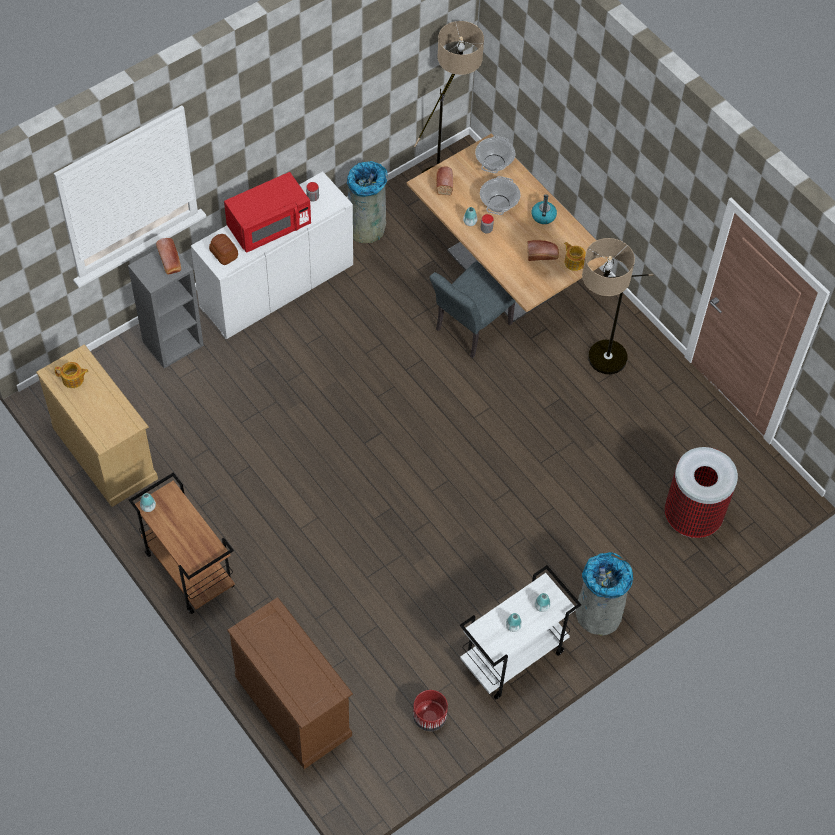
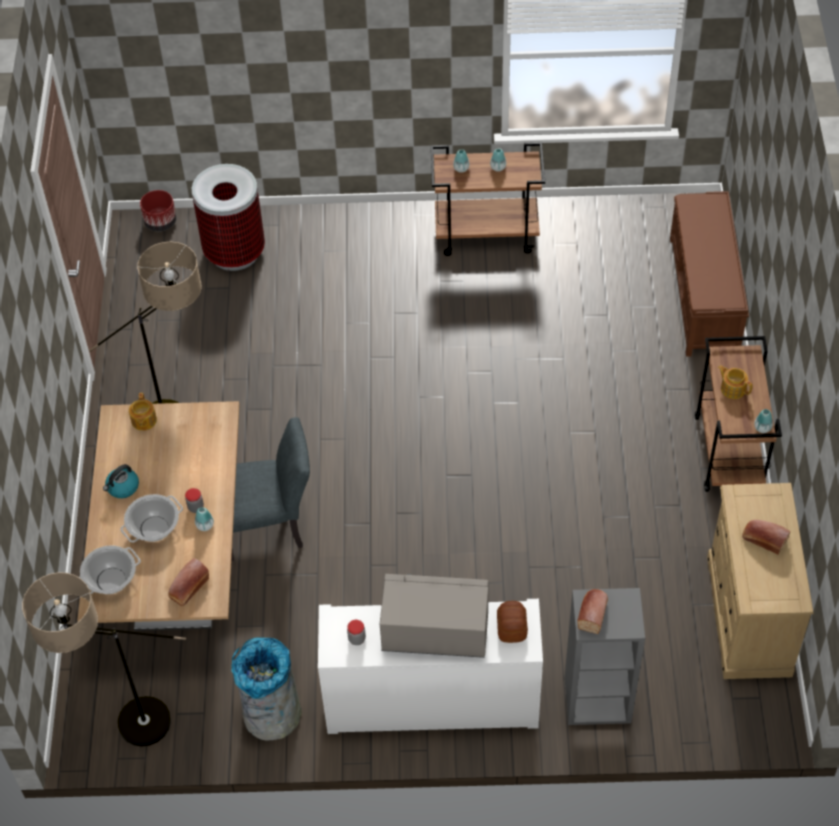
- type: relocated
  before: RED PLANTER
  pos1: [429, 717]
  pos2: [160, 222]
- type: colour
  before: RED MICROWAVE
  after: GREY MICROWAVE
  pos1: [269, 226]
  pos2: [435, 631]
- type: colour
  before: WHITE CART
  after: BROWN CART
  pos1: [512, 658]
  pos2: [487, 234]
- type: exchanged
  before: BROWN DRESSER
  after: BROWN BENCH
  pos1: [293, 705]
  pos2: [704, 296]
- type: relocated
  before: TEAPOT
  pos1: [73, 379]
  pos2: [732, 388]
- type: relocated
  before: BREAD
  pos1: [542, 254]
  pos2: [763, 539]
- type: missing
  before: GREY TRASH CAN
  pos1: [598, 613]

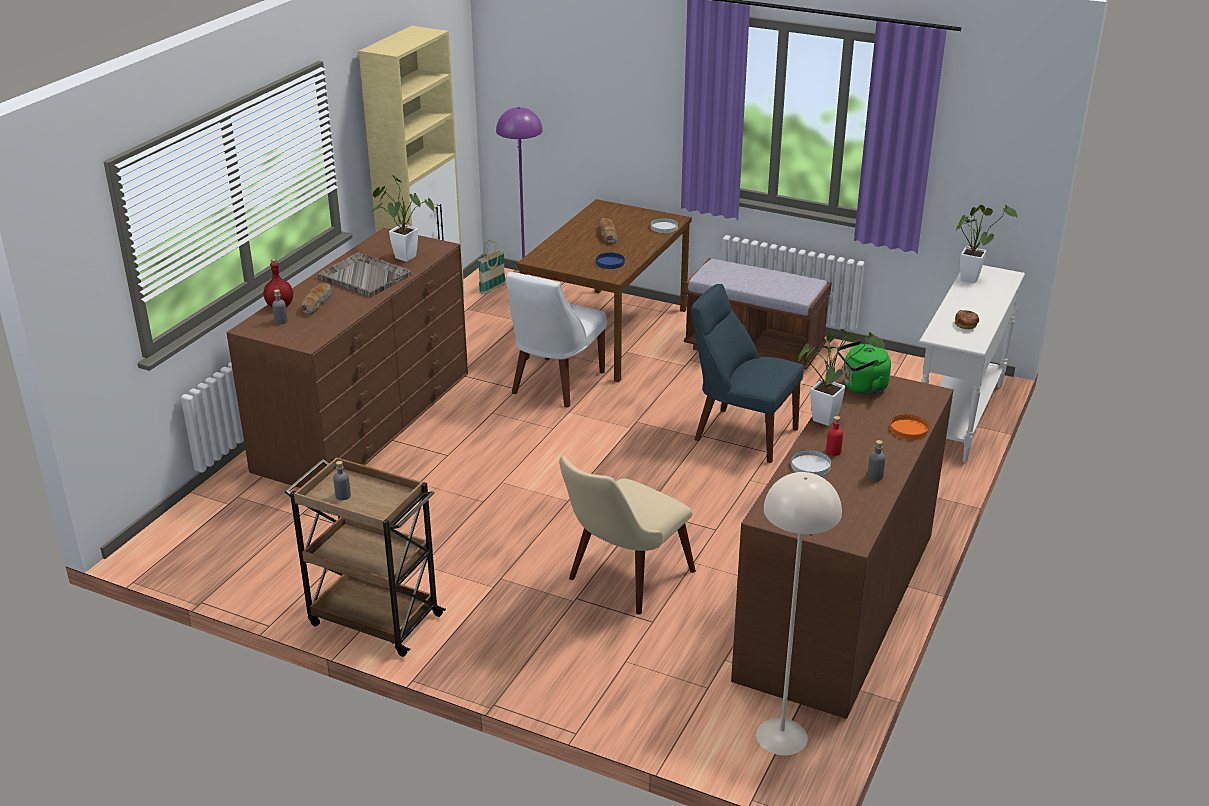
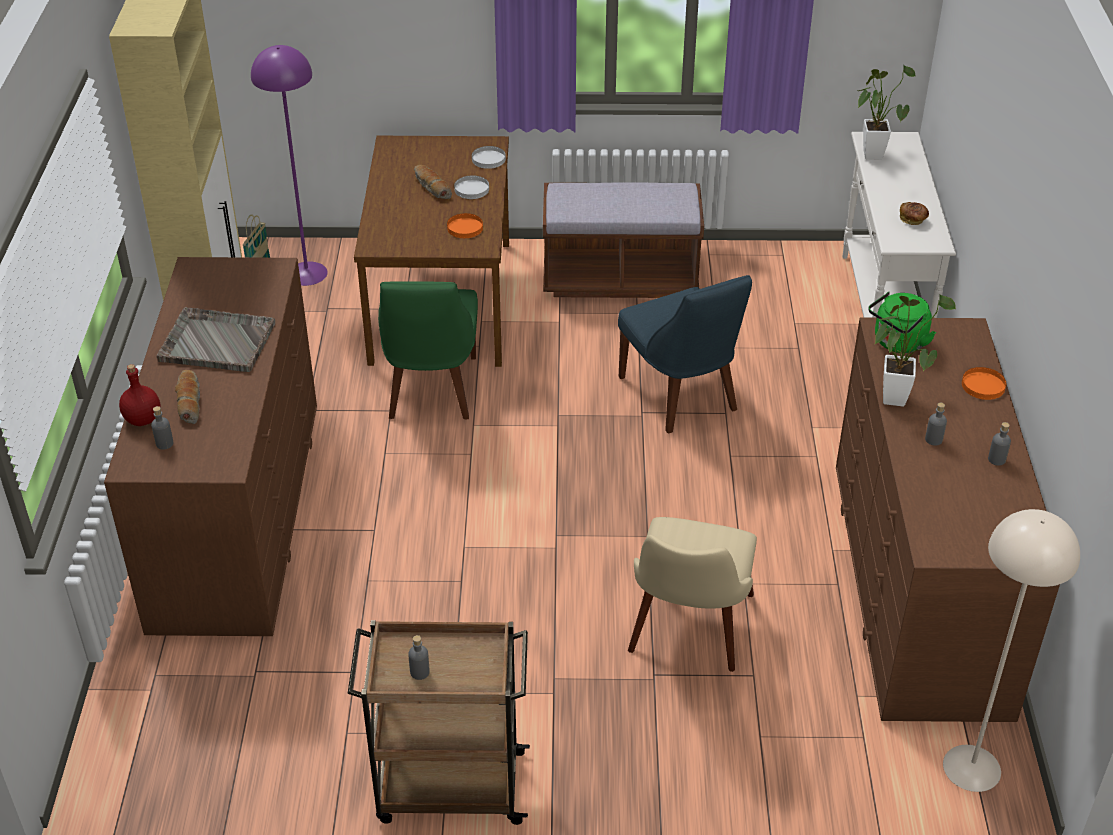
- type: colour
  before: WHITE CHAIR
  after: GREEN CHAIR
  pos1: [555, 384]
  pos2: [431, 391]
- type: colour
  before: BLUE PLATE
  after: ORANGE PLATE
  pos1: [610, 262]
  pos2: [465, 228]
- type: relocated
  before: WHITE PLATE
  pos1: [810, 466]
  pos2: [471, 189]
- type: spun
  before: BLUE CHAIR
  pos1: [741, 433]
  pos2: [681, 396]
  turn: -120
- type: colour
  before: RED BOTTLE
  after: GREY BOTTLE
  pos1: [833, 451]
  pos2: [933, 439]
- type: missing
  before: POTTED PLANT
  pos1: [402, 256]

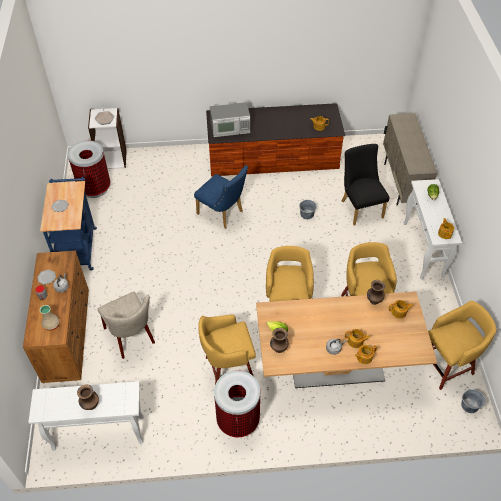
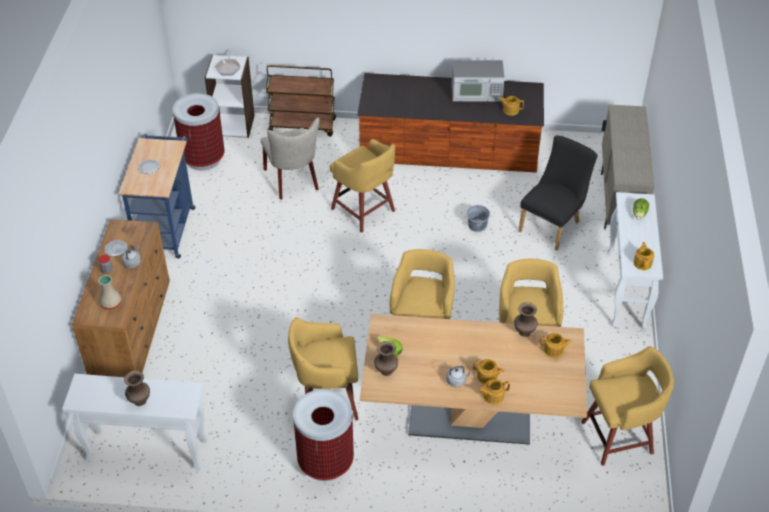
- type: relocated
  before: BEIGE CHAIR
  pos1: [131, 337]
  pos2: [293, 181]
- type: appeared
  after: BROWN CART
  pos2: [302, 126]
- type: exchanged
  before: BLUE CHAIR
  after: YELLOW STOOL
  pos1: [223, 214]
  pos2: [364, 211]
- type: relocated
  before: MICROWAVE
  pos1: [230, 128]
  pos2: [477, 93]
- type: spun
  before: BLACK CHAIR
  pos1: [360, 207]
  pos2: [553, 225]
  turn: 45
- type: missing
  before: GREY BUCKET
  pos1: [469, 405]

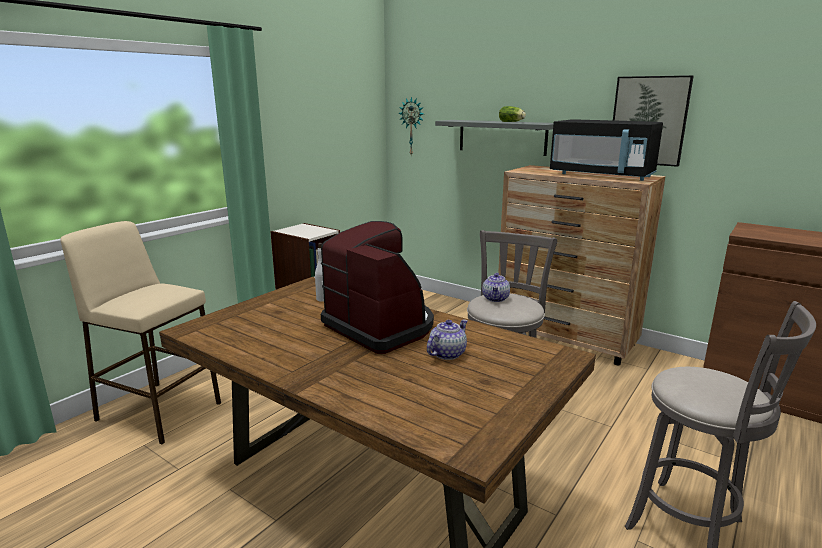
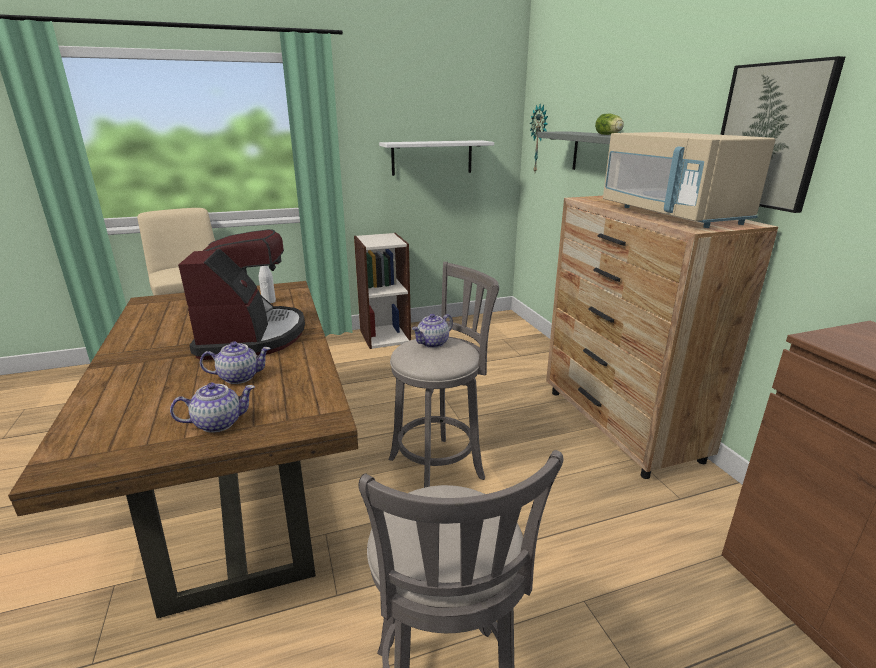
- type: appeared
  after: TEAPOT
  pos2: [219, 423]
- type: appeared
  after: WHITE SHELF
  pos2: [432, 157]
- type: colour
  before: BLACK MICROWAVE
  after: BEIGE MICROWAVE
  pos1: [602, 175]
  pos2: [671, 215]

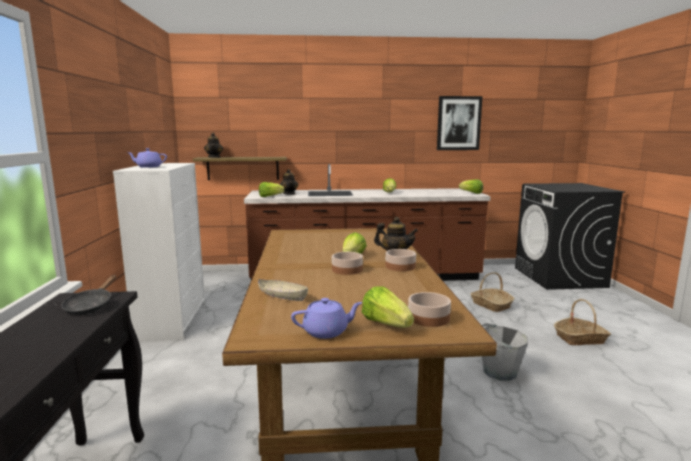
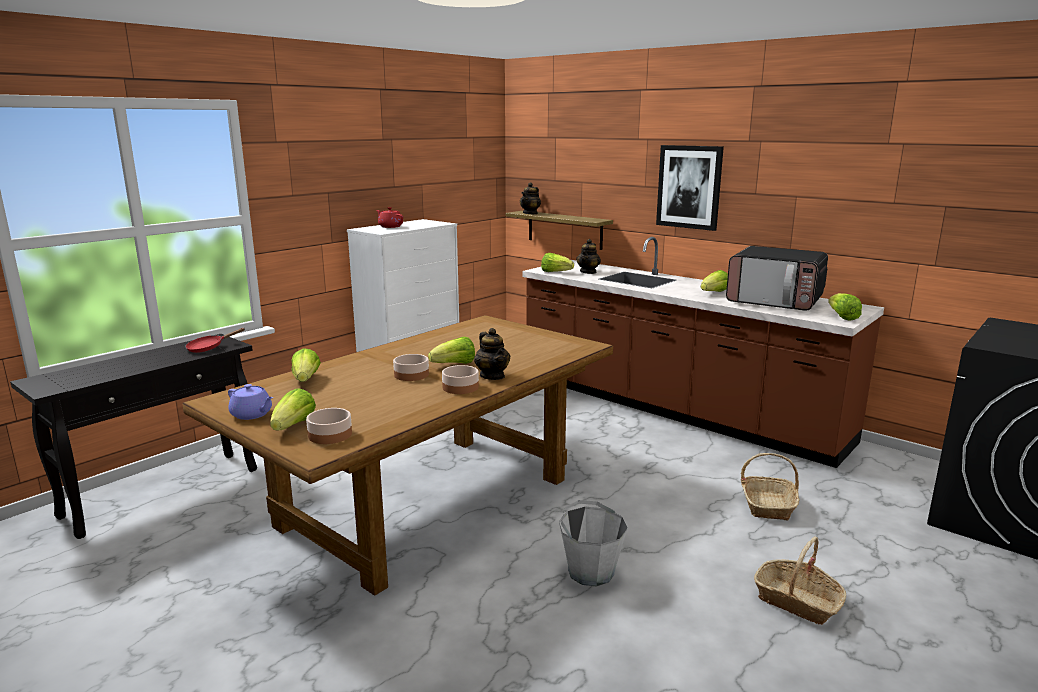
- type: colour
  before: BLACK FRYING PAN
  after: RED FRYING PAN
  pos1: [91, 306]
  pos2: [209, 348]
- type: exchanged
  before: BEIGE BOWL
  after: LETTUCE
  pos1: [282, 296]
  pos2: [306, 380]
- type: colour
  before: PURPLE TEAPOT
  after: RED TEAPOT
  pos1: [148, 167]
  pos2: [390, 226]
- type: relocated
  before: PICTURE
  pos1: [458, 123]
  pos2: [689, 187]
- type: appeared
  after: MICROWAVE
  pos2: [775, 301]

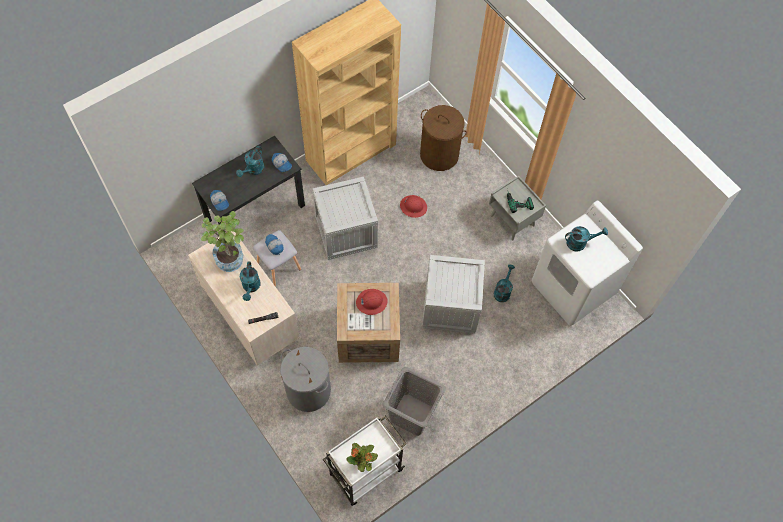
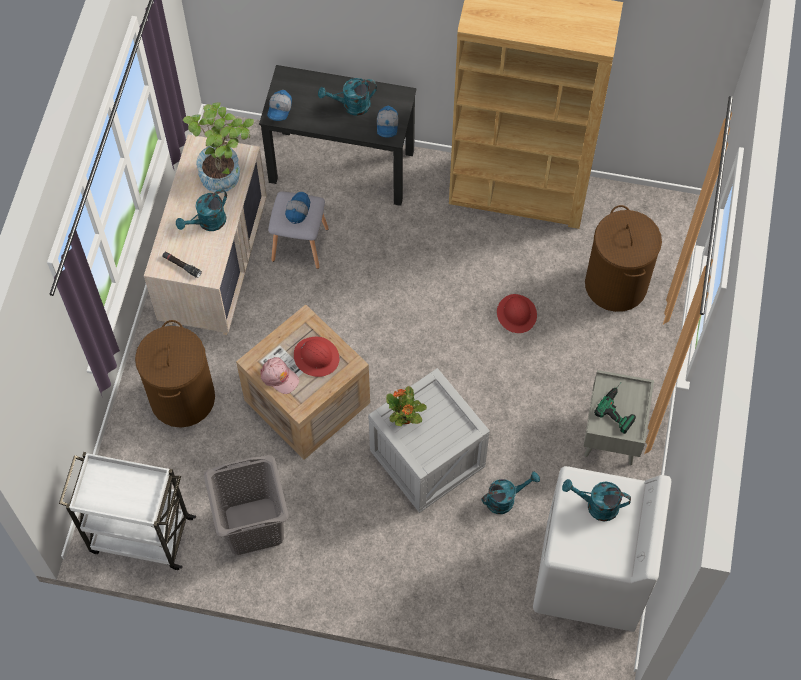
- type: colour
  before: GREY LAUNDRY BASKET
  after: BROWN LAUNDRY BASKET
  pos1: [308, 390]
  pos2: [182, 398]
- type: appeared
  after: PINK CAP
  pos2: [279, 377]
- type: relocated
  before: POTTED PLANT
  pos1: [362, 461]
  pos2: [405, 419]
- type: spun
  before: TURQUOISE WATERING CAN
  pos1: [580, 242]
  pos2: [596, 506]
  turn: 150
- type: missing
  before: CRATE
  pos1: [346, 232]

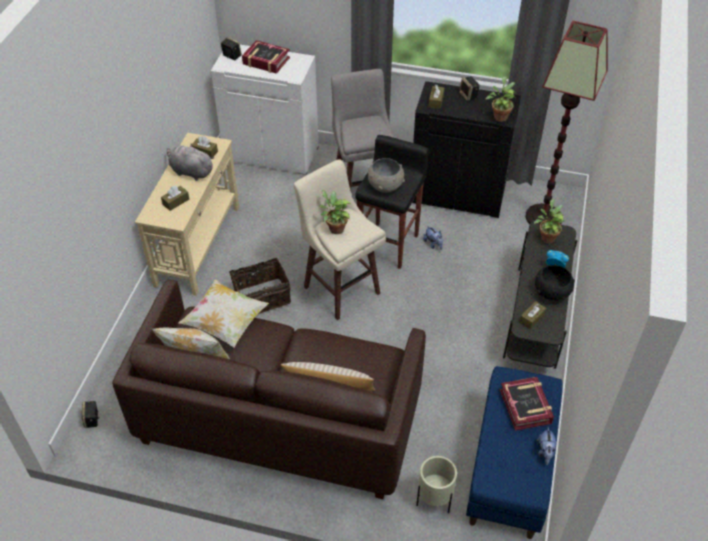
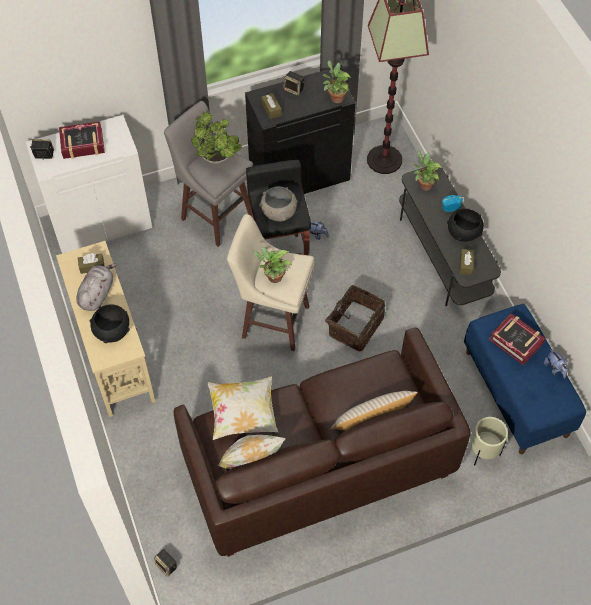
- type: spun
  before: GREY PLUSH TOY
  pos1: [190, 171]
  pos2: [97, 293]
  turn: 120
- type: exchanged
  before: BROWN TISSUE BOX
  after: BLACK BOWL
  pos1: [176, 202]
  pos2: [112, 331]
- type: appeared
  after: POTTED PLANT
  pos2: [218, 159]
- type: relocated
  before: BASKET
  pos1: [261, 297]
  pos2: [354, 325]

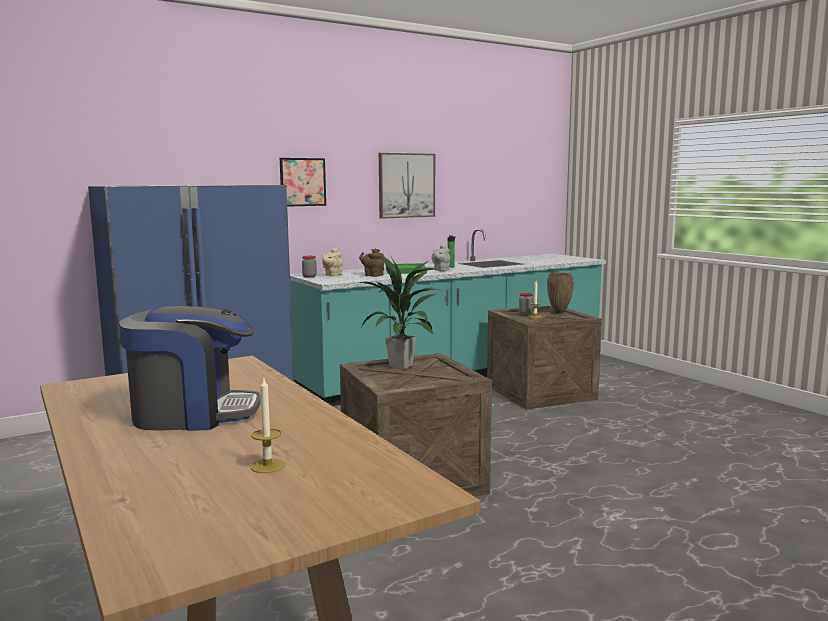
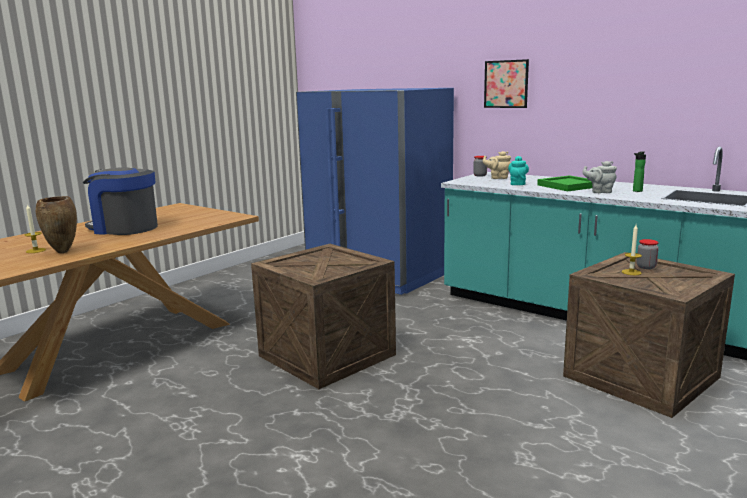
- type: relocated
  before: BROWN VASE
  pos1: [559, 313]
  pos2: [63, 252]
- type: spun
  before: COFFEE MACHINE
  pos1: [193, 414]
  pos2: [124, 228]
  turn: 135
- type: colour
  before: BROWN TEAPOT
  after: TURQUOISE TEAPOT
  pos1: [372, 275]
  pos2: [518, 183]
- type: missing
  before: POTTED PLANT
  pos1: [401, 366]
- type: missing
  before: PICTURE
  pos1: [406, 185]

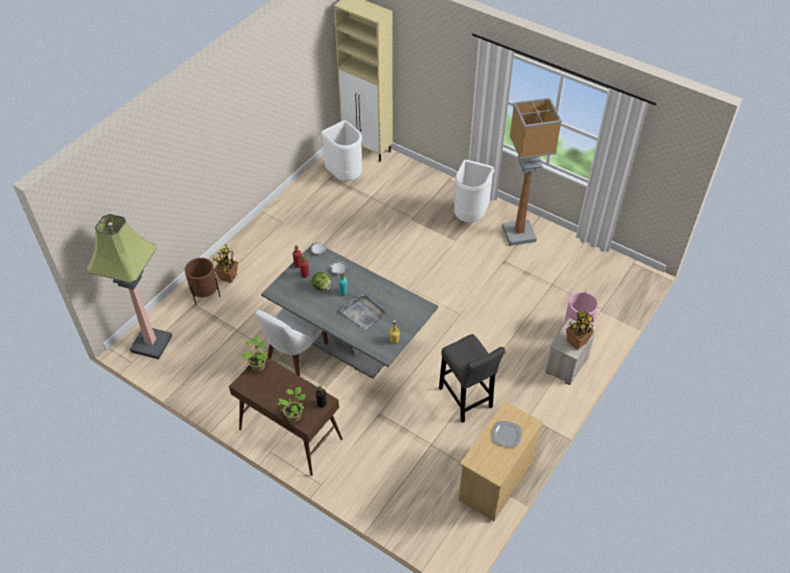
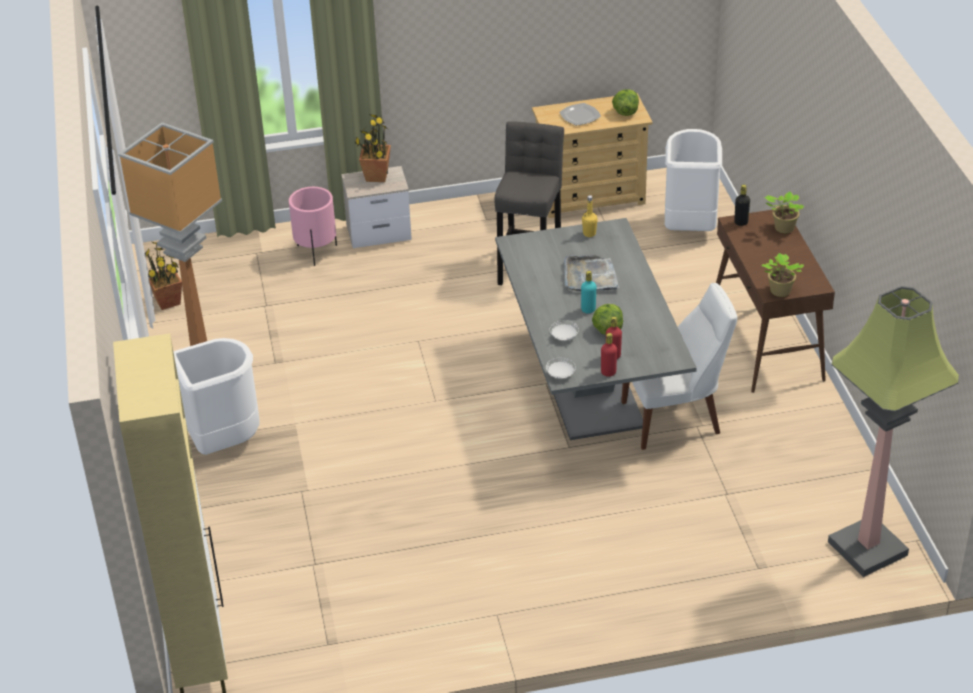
- type: relocated
  before: POTTED PLANT
  pos1: [228, 277]
  pos2: [168, 301]
- type: appeared
  after: LETTUCE
  pos2: [625, 112]
- type: relocated
  before: WHITE TRASH CAN
  pos1: [345, 175]
  pos2: [689, 227]
- type: missing
  before: BROWN PLANTER
  pos1: [205, 295]

